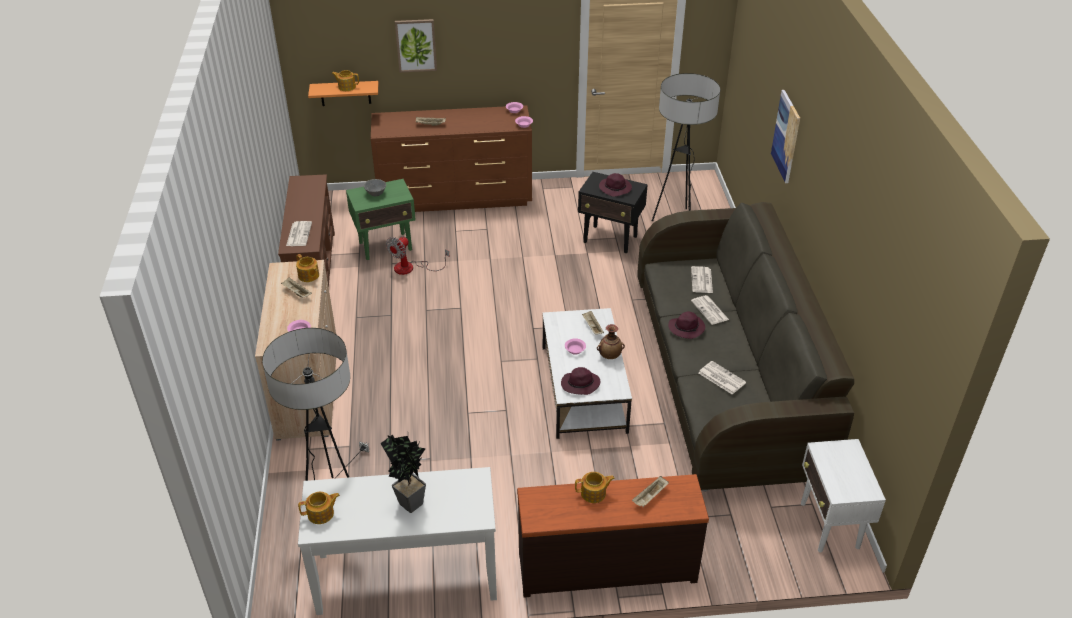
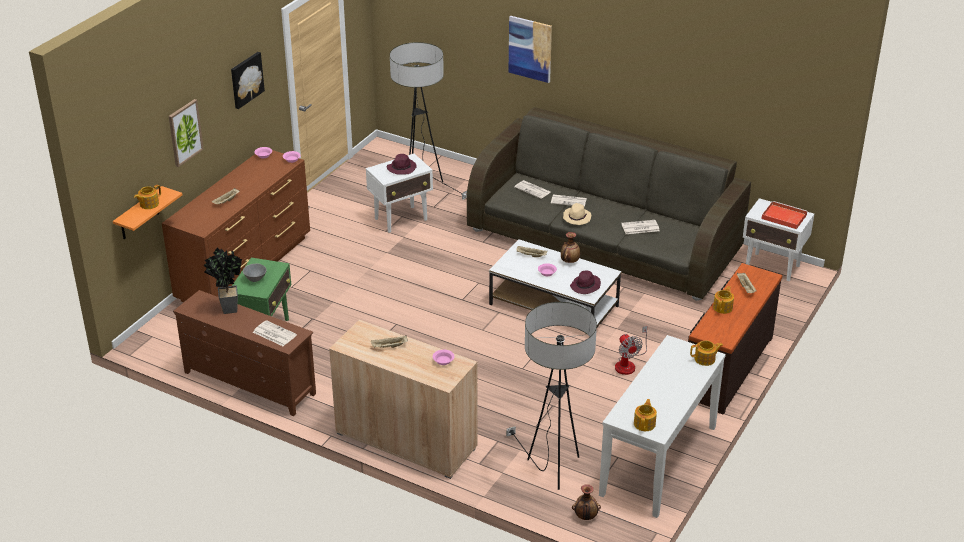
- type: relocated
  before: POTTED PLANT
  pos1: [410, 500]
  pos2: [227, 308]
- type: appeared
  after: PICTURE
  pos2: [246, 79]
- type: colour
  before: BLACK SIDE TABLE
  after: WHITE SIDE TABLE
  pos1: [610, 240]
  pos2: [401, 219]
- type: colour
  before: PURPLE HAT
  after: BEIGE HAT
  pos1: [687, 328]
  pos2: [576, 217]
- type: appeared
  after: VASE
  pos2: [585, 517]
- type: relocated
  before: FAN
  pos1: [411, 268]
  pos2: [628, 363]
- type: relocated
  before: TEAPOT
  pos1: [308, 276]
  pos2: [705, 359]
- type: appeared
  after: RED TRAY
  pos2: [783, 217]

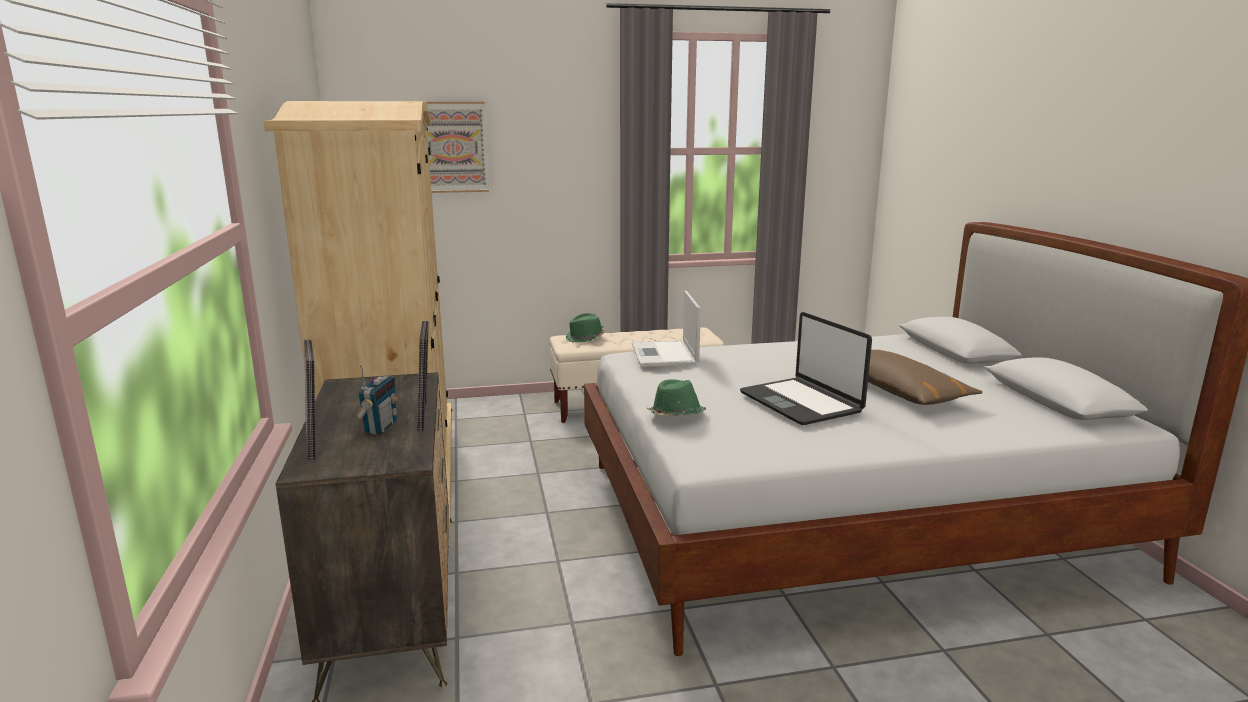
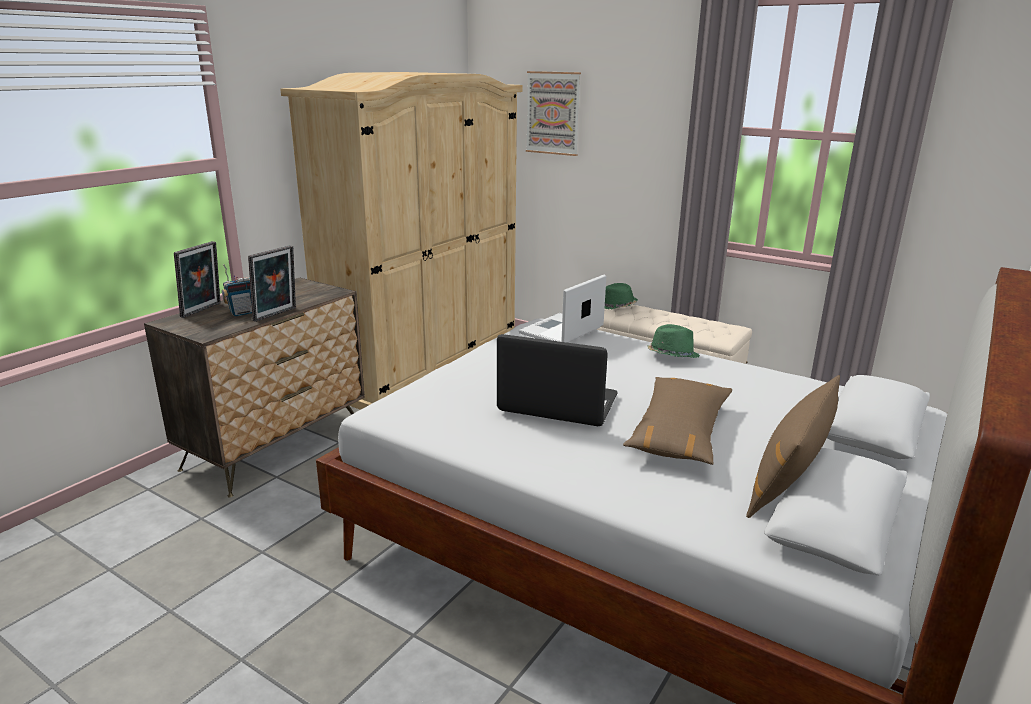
- type: spun
  before: LAPTOP
  pos1: [801, 402]
  pos2: [557, 404]
  turn: 90
- type: relocated
  before: GREEN HAT
  pos1: [676, 416]
  pos2: [671, 356]
- type: appeared
  after: BROWN PILLOW
  pos2: [790, 479]

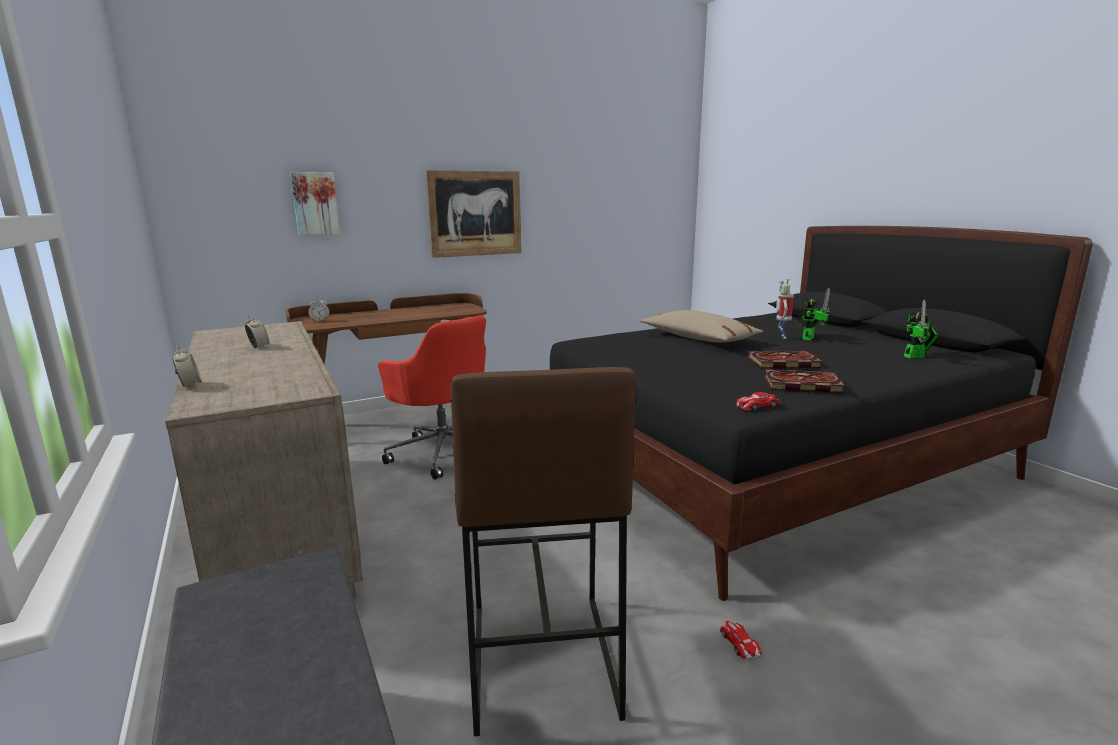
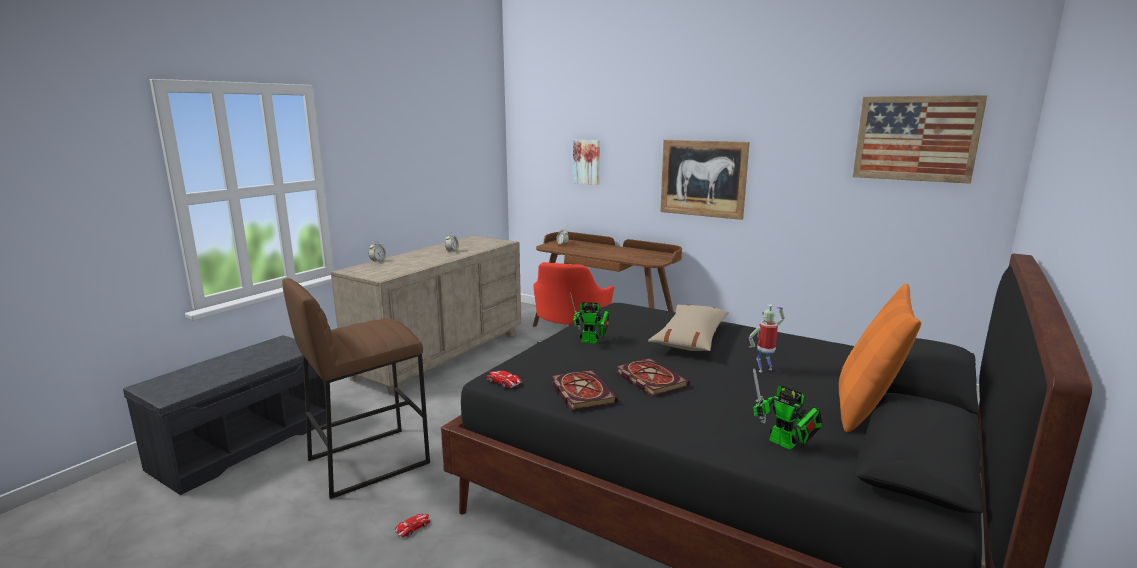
- type: relocated
  before: TOY ROBOT
  pos1: [808, 337]
  pos2: [592, 341]
- type: appeared
  after: ORANGE PILLOW
  pos2: [866, 407]
- type: appeared
  after: PICTURE
  pos2: [915, 138]

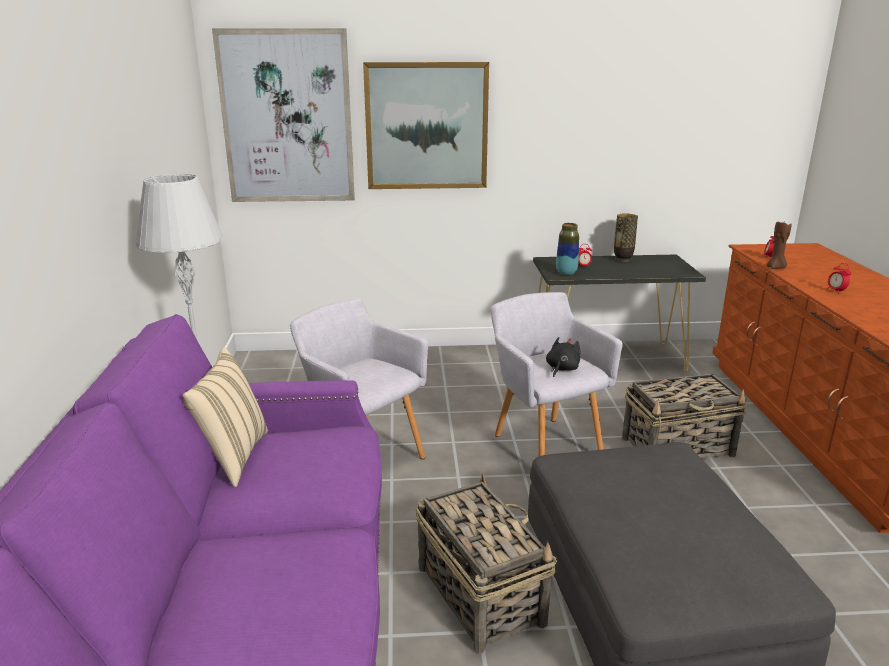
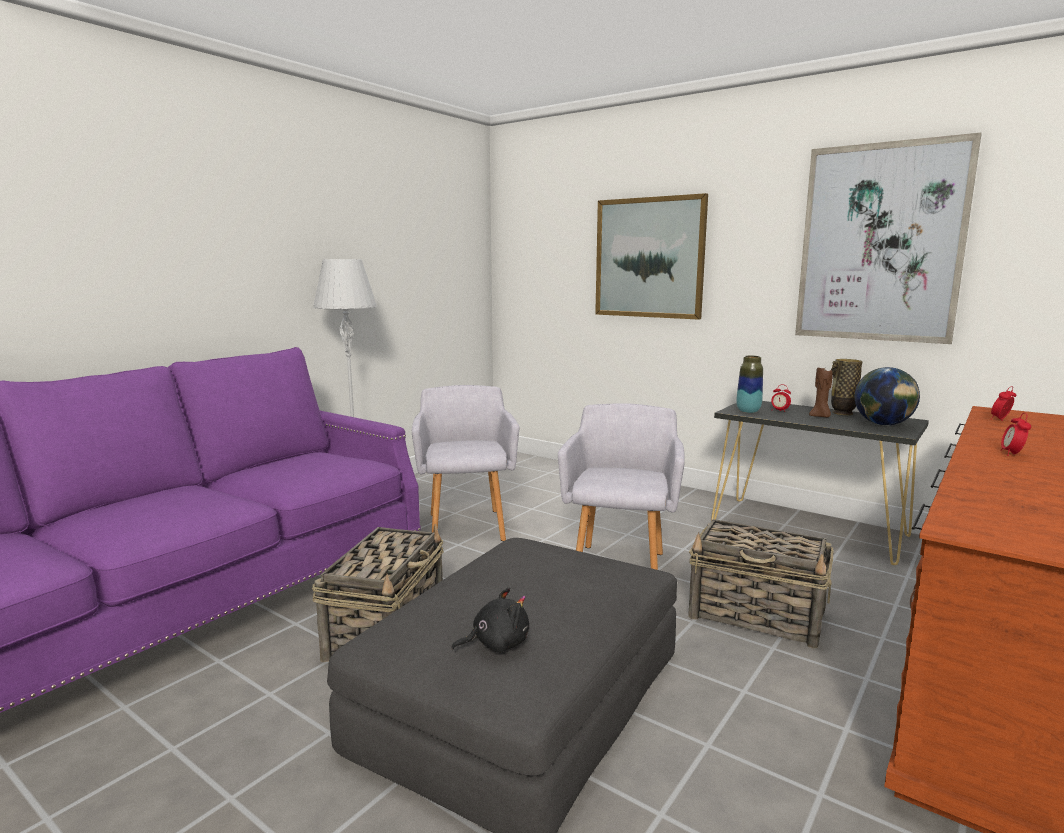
- type: relocated
  before: BLACK PLUSH TOY
  pos1: [561, 369]
  pos2: [496, 644]
- type: relocated
  before: PICTURE
  pos1: [287, 118]
  pos2: [880, 243]
- type: relocated
  before: BROWN CANDLE
  pos1: [776, 267]
  pos2: [820, 416]
- type: appeared
  after: GLOBE
  pos2: [883, 425]
- type: missing
  before: BEIGE PILLOW
  pos1: [233, 457]

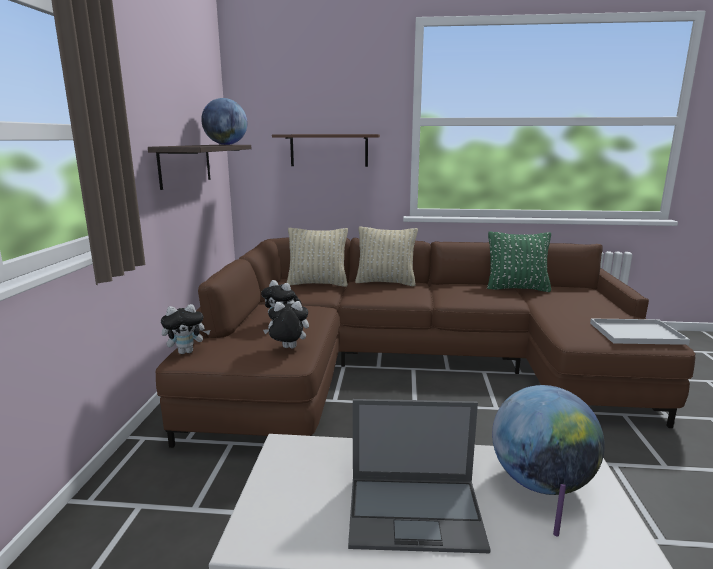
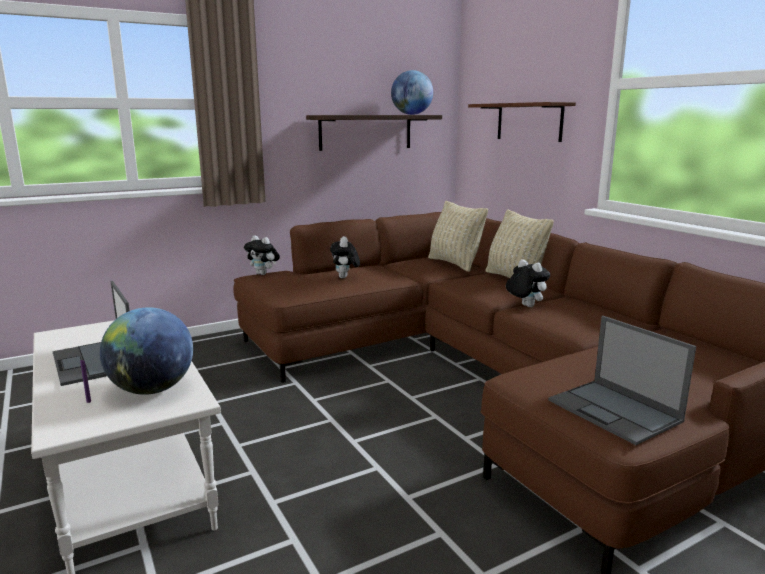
- type: relocated
  before: PLUSH TOY
  pos1: [288, 348]
  pos2: [525, 306]
- type: exchanged
  before: WHITE TRAY
  after: LAPTOP
  pos1: [637, 333]
  pos2: [615, 411]
- type: missing
  before: GREEN PILLOW
  pos1: [516, 289]

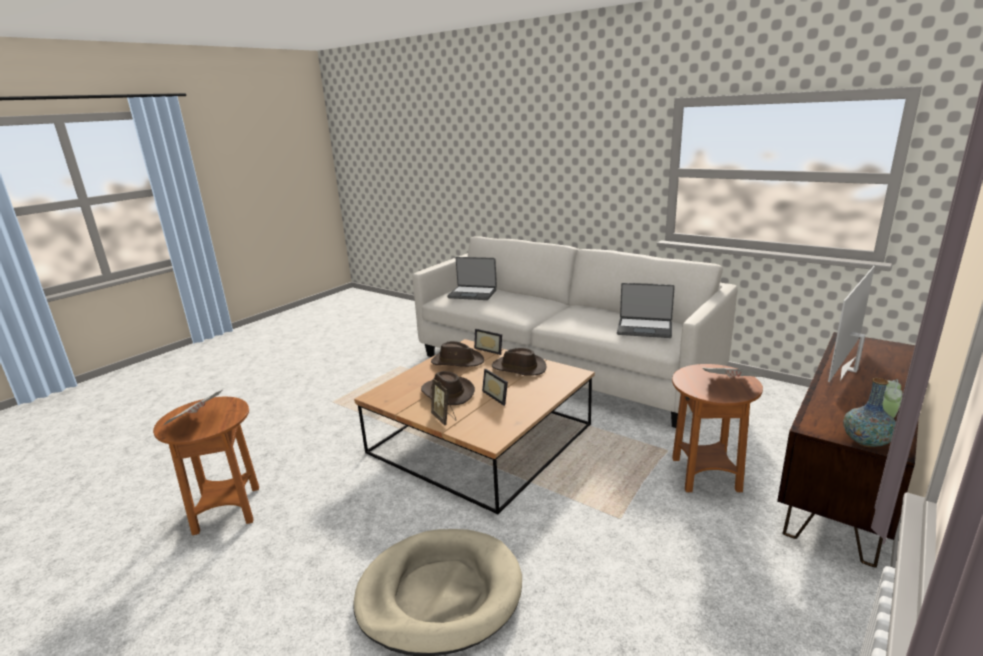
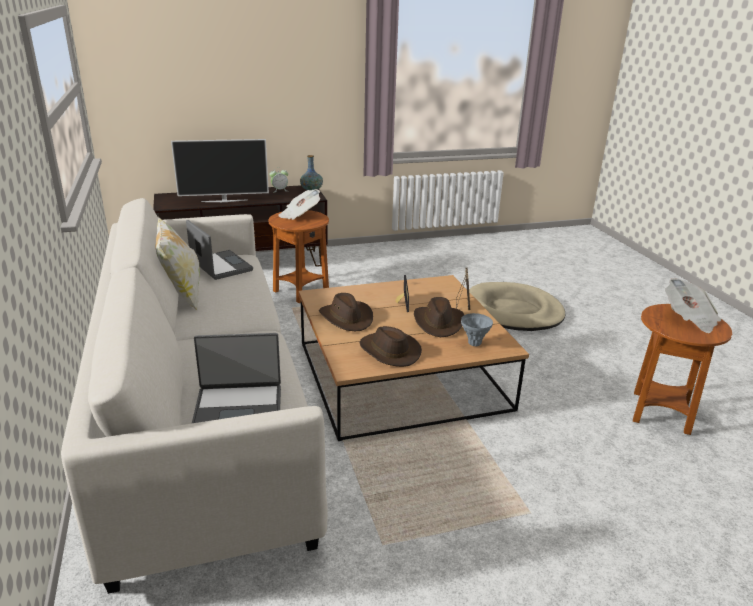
- type: appeared
  after: PILLOW
  pos2: [182, 295]
- type: spun
  before: LAPTOP
  pos1: [472, 294]
  pos2: [239, 406]
  turn: 120
- type: appeared
  after: GREY VASE
  pos2: [474, 343]
- type: missing
  before: PICTURE FRAME
  pos1: [490, 349]

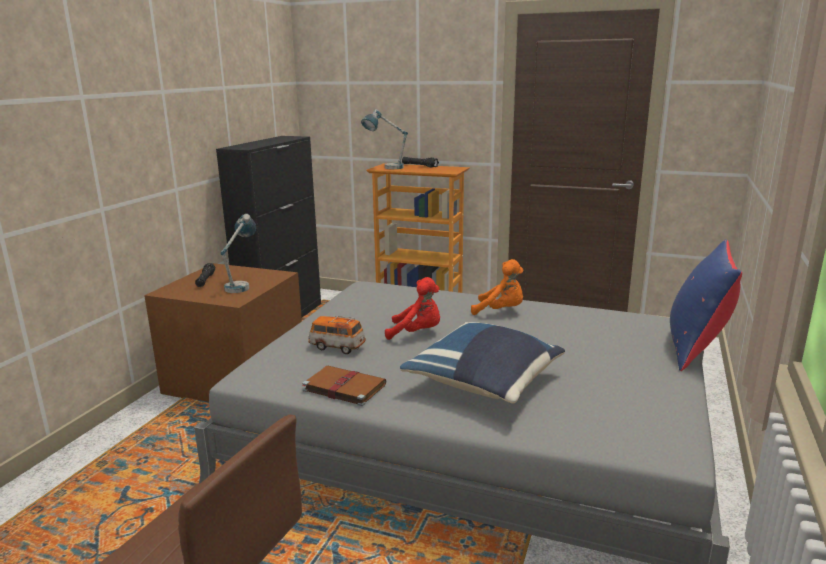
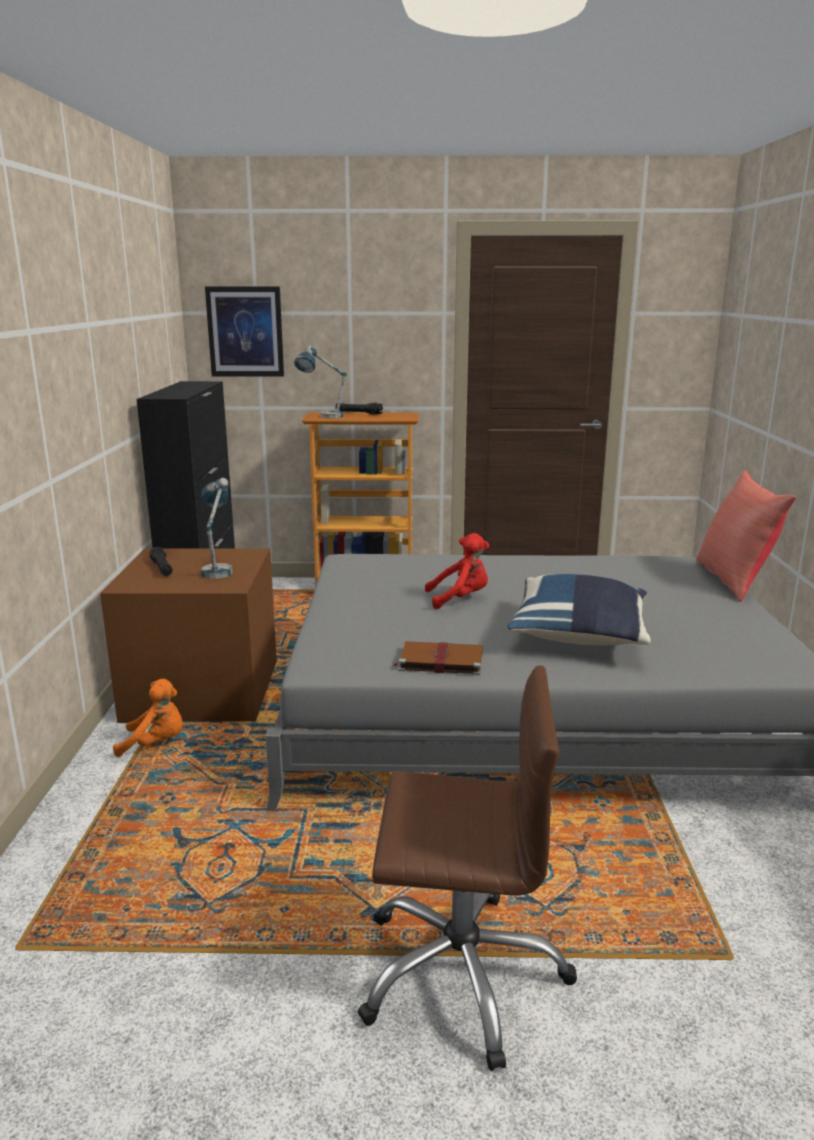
- type: relocated
  before: ORANGE PLUSH TOY
  pos1: [500, 311]
  pos2: [156, 744]
- type: appeared
  after: PICTURE
  pos2: [245, 332]
- type: colour
  before: BLUE PILLOW
  after: RED PILLOW
  pos1: [696, 348]
  pos2: [734, 580]
- type: missing
  before: TOY CAR
  pos1: [337, 347]

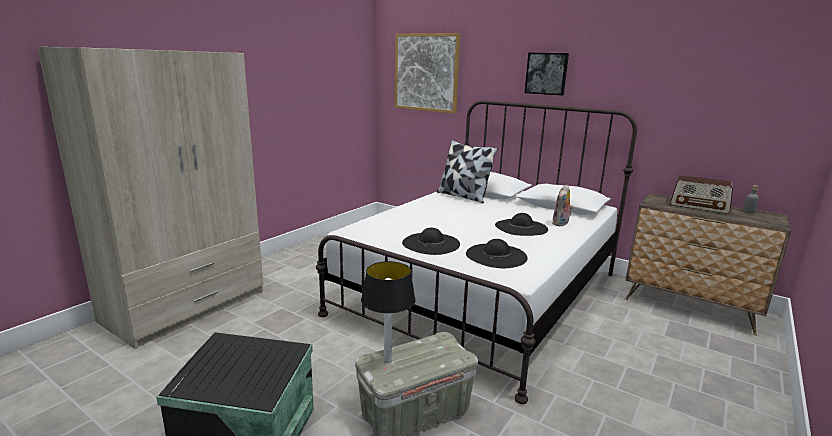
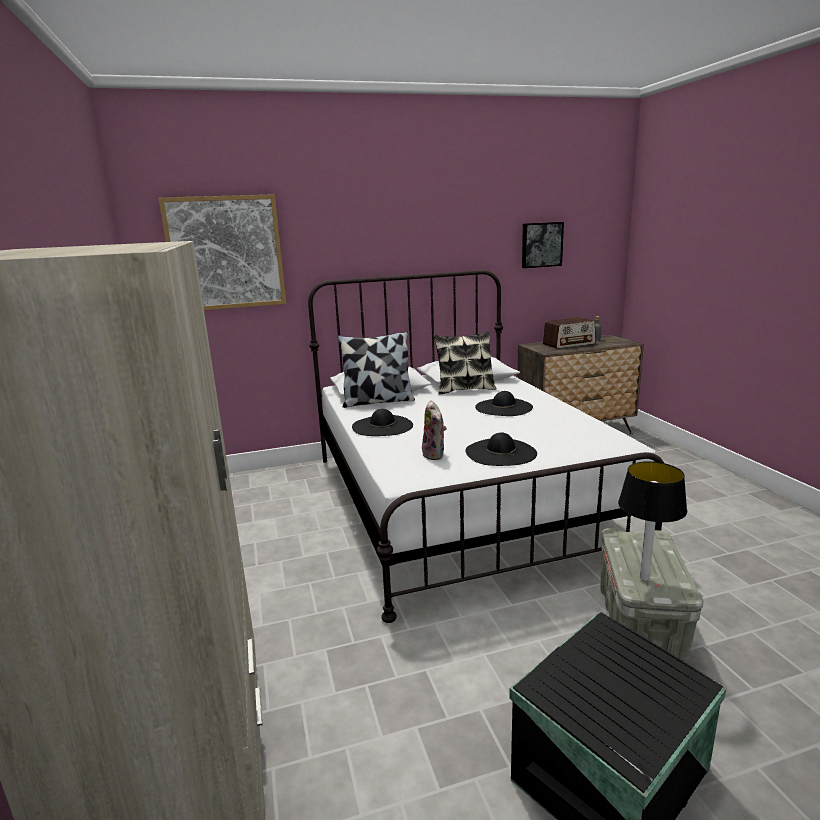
- type: relocated
  before: BLACK HAT
  pos1: [496, 255]
  pos2: [382, 426]
- type: relocated
  before: PLUSH TOY
  pos1: [561, 224]
  pos2: [435, 455]
- type: appeared
  after: PILLOW
  pos2: [465, 389]
- type: relocated
  before: PICTURE
  pos1: [546, 73]
  pos2: [541, 244]

